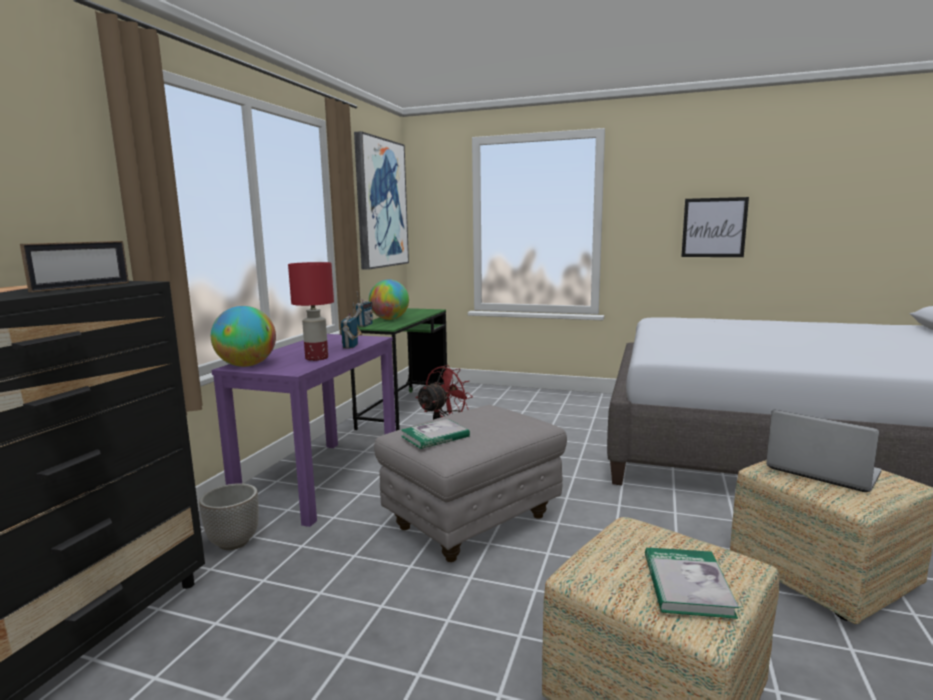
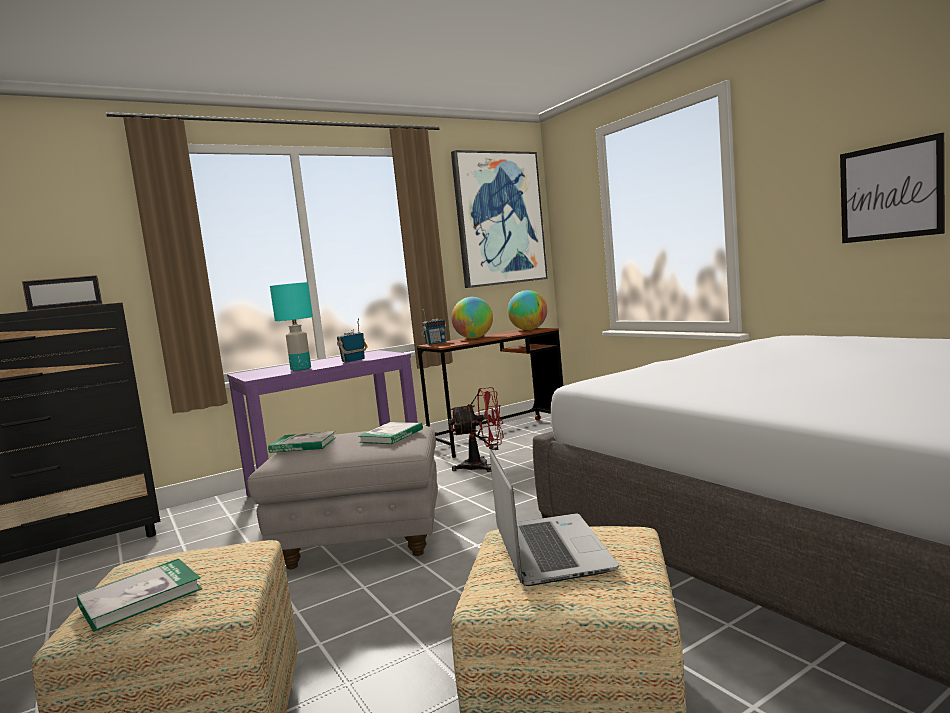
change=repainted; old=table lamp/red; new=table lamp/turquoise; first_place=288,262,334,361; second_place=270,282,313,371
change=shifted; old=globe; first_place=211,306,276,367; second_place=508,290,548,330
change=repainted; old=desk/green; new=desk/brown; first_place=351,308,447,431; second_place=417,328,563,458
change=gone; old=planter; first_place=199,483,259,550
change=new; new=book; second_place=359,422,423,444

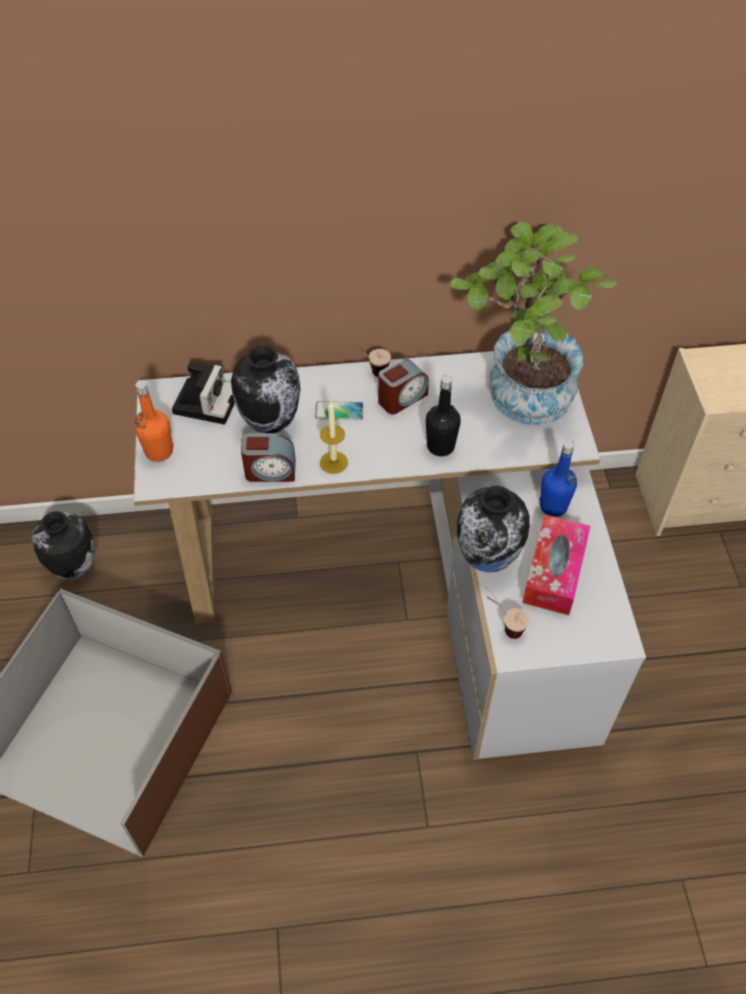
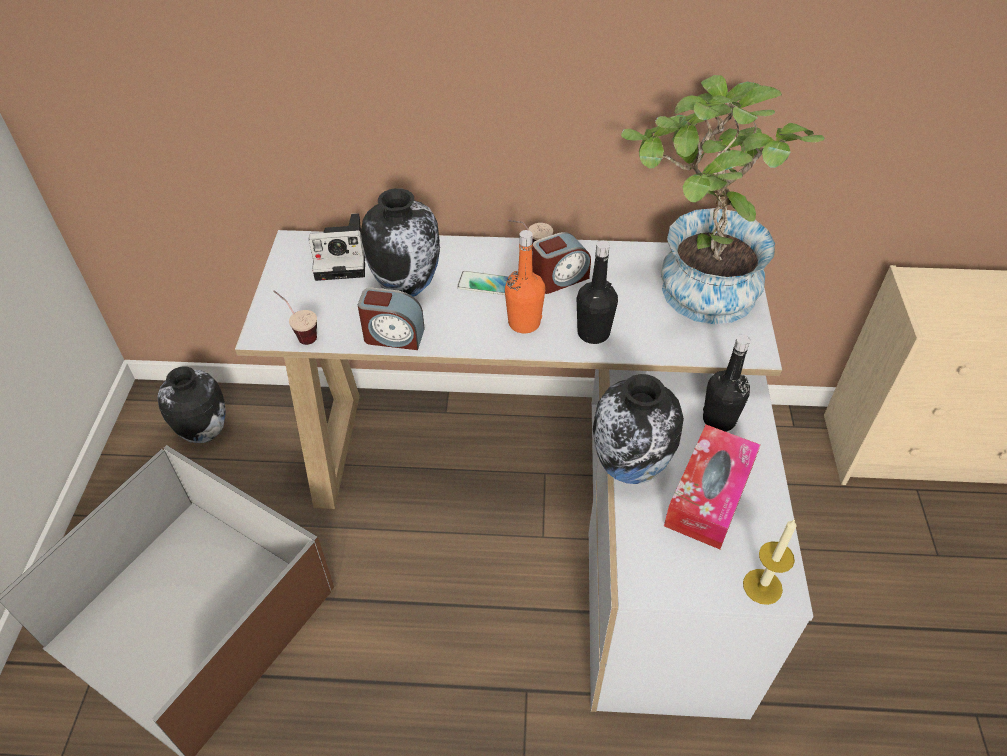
change=rotated; old=photo camera; first_place=172,362,235,425; second_place=309,213,365,281; degrees=60
change=shifted; old=bottle/orange; first_place=134,381,174,462; second_place=505,230,545,333
change=shifted; old=candle; first_place=320,401,348,474; second_place=743,519,796,605
change=repainted; old=bottle/blue; new=bottle/black; first_place=539,440,577,517; second_place=703,334,750,432
change=shifted; old=cup; first_place=487,596,530,639; second_place=274,290,317,345

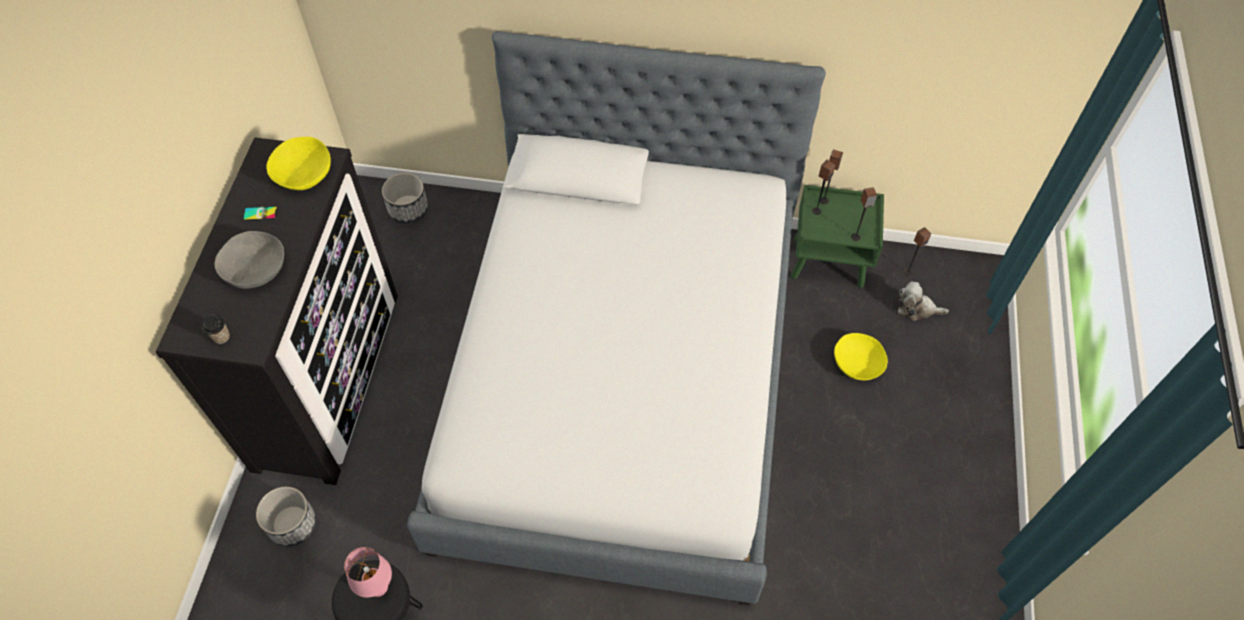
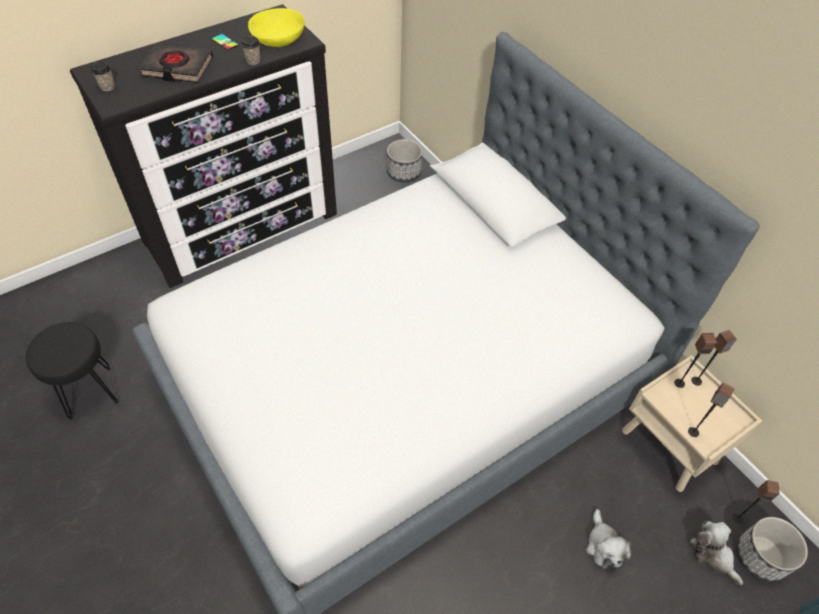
change=repainted; old=nightstand/green; new=nightstand/beige; first_place=791,185,884,288; second_place=622,355,762,492
change=swapped; old=bowl/grey; new=book/black; first_place=214,231,284,289; second_place=139,43,213,83
change=swapped; old=bowl/yellow; new=plush toy; first_place=834,333,888,381; second_place=586,509,632,569
change=shifted; old=planter; first_place=256,487,316,547; second_place=737,517,808,582
change=gone; old=table lamp/pink; first_place=344,547,392,598
change=new; new=cup; second_place=241,36,260,65

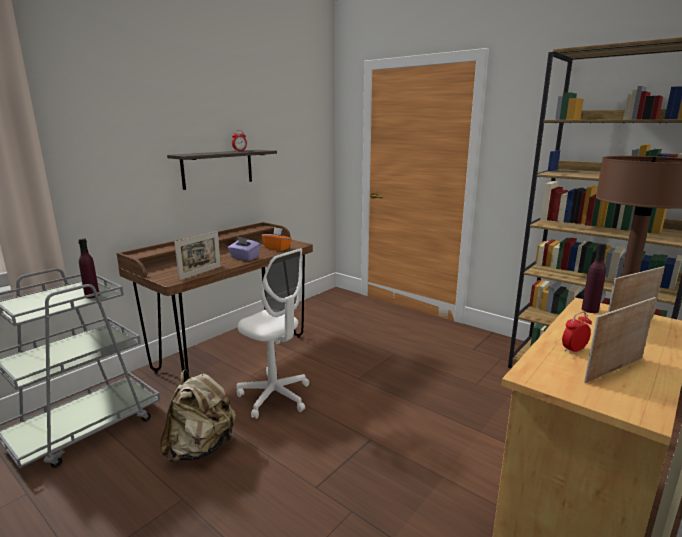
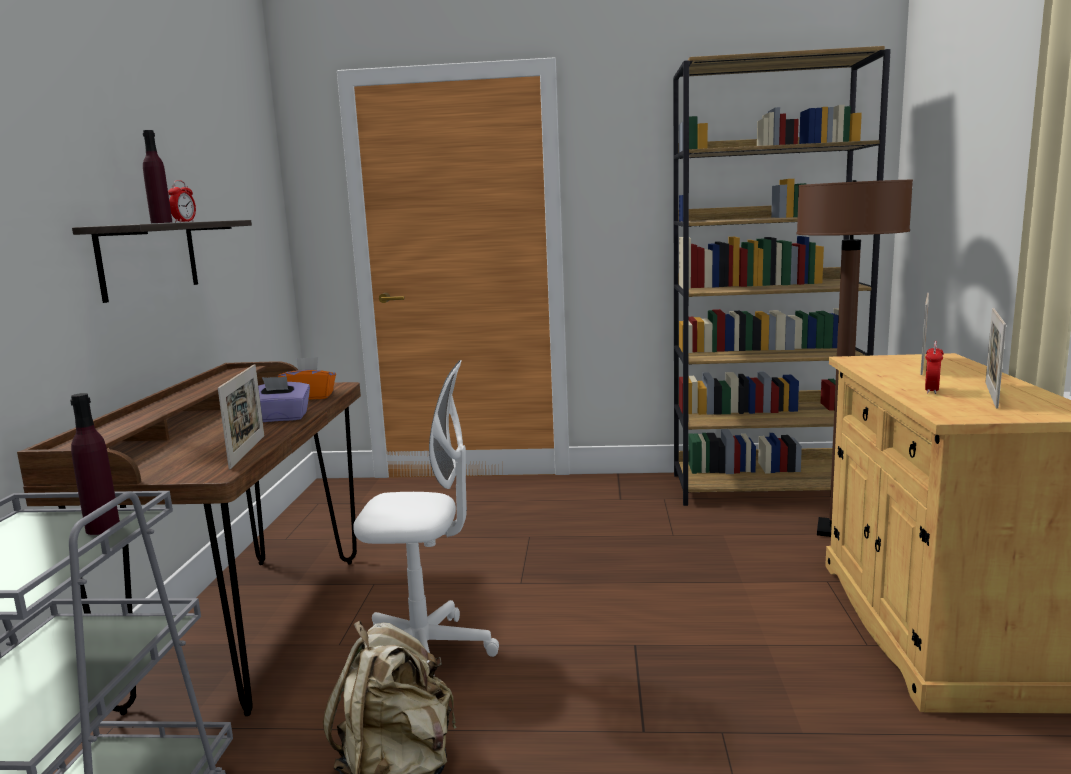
change=shifted; old=bottle/purple; first_place=582,243,607,313; second_place=143,130,173,223

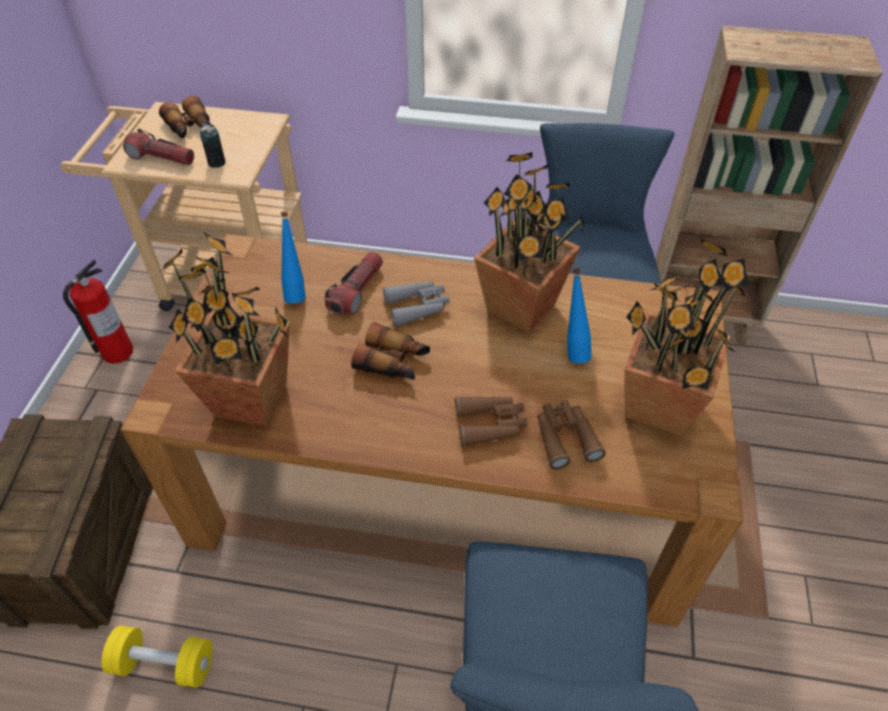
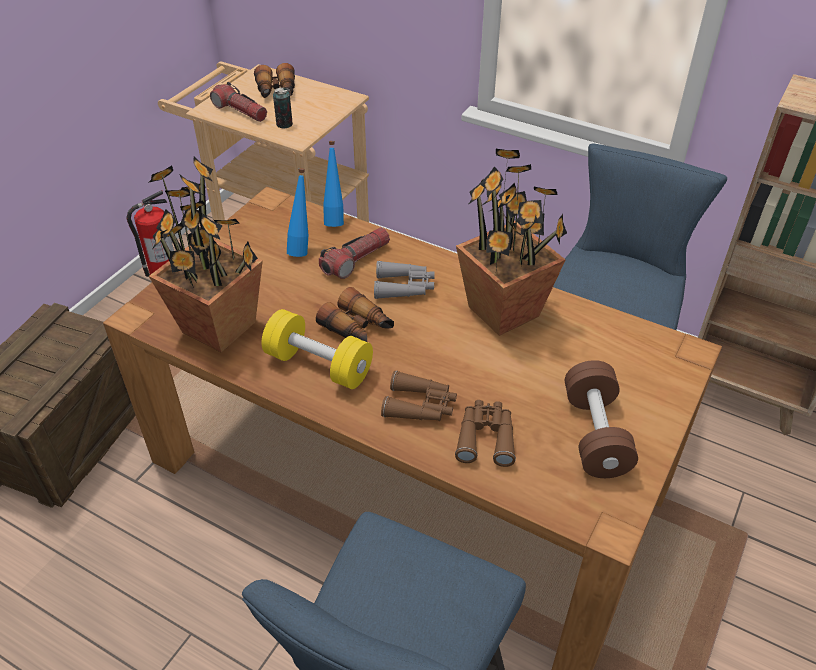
change=swapped; old=potted plant; new=dumbbell/brown; first_place=625,239,749,436; second_place=565,360,638,478
change=shifted; old=bottle/blue; first_place=567,268,591,363; second_place=323,141,344,227
change=shifted; old=dumbbell/yellow; first_place=102,626,212,688; second_place=261,309,373,389

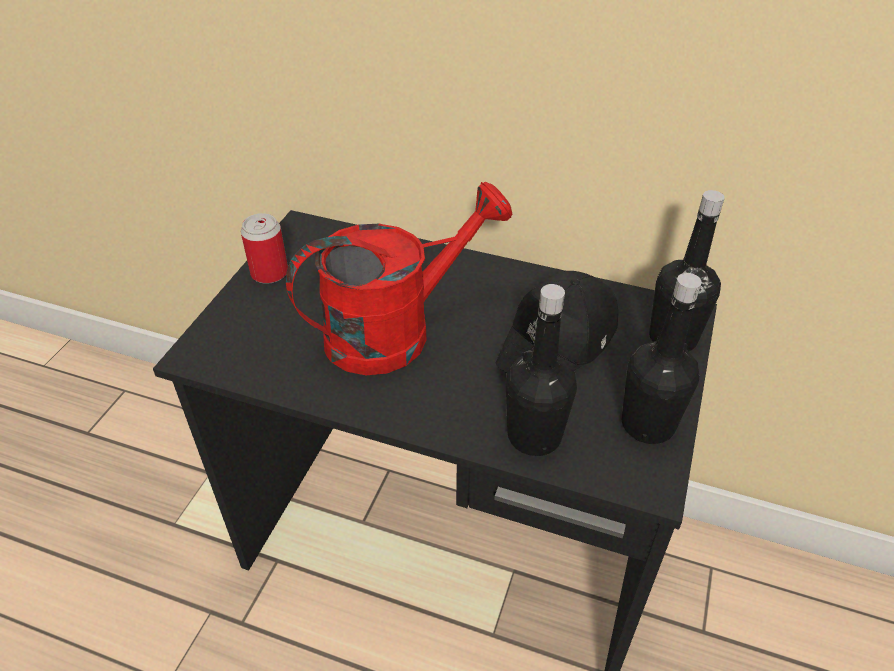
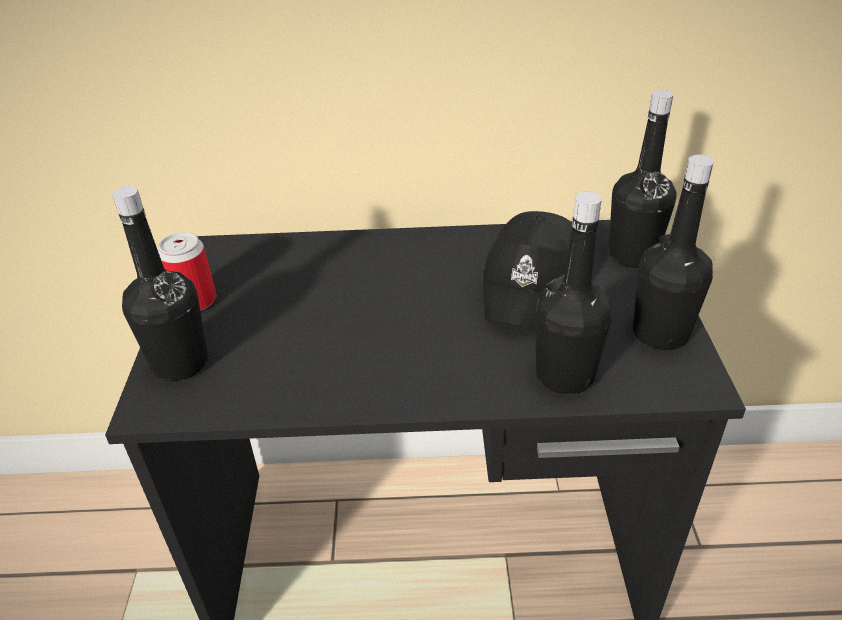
change=gone; old=watering can/red; first_place=286,182,512,375
change=new; new=bottle/black; second_place=112,186,208,381

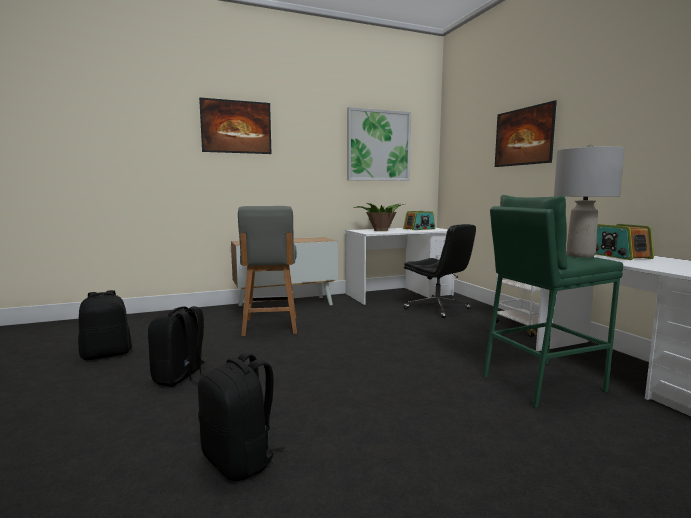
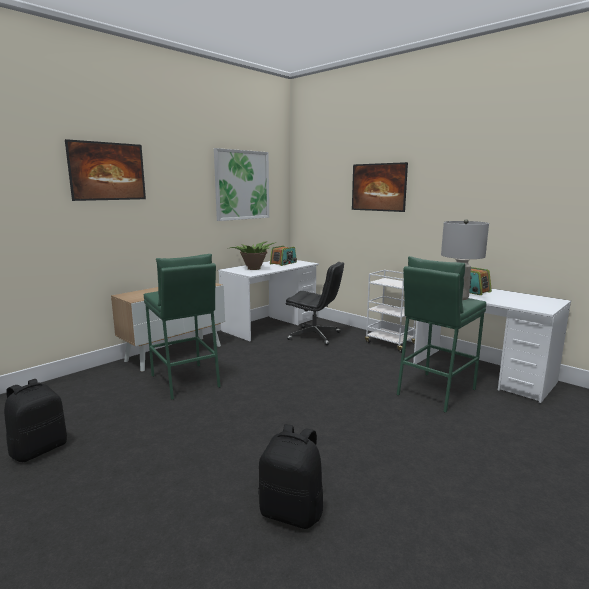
change=swapped; old=chair/grey; new=stool/green; first_place=238,206,297,336; second_place=144,254,221,400
change=gone; old=backpack/black; first_place=148,306,206,387

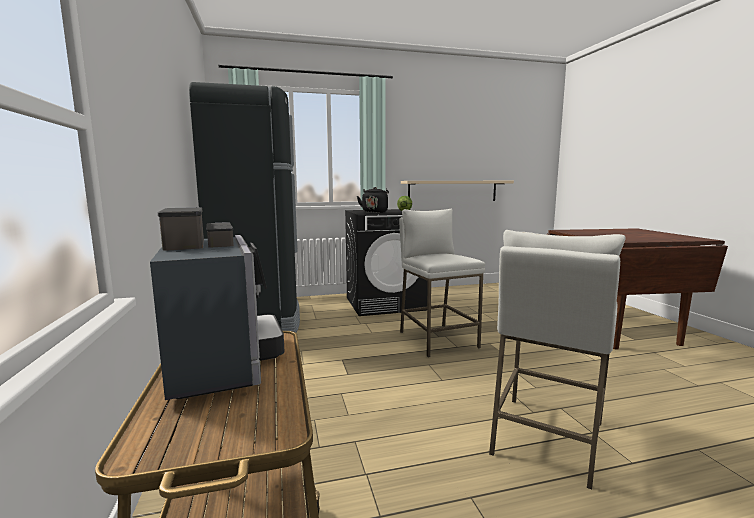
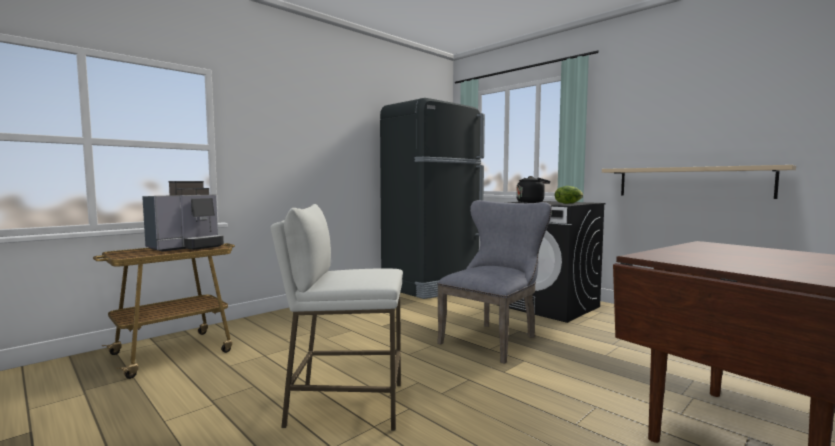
change=swapped; old=stool/white; new=chair/grey; first_place=399,209,485,357; second_place=437,200,552,364

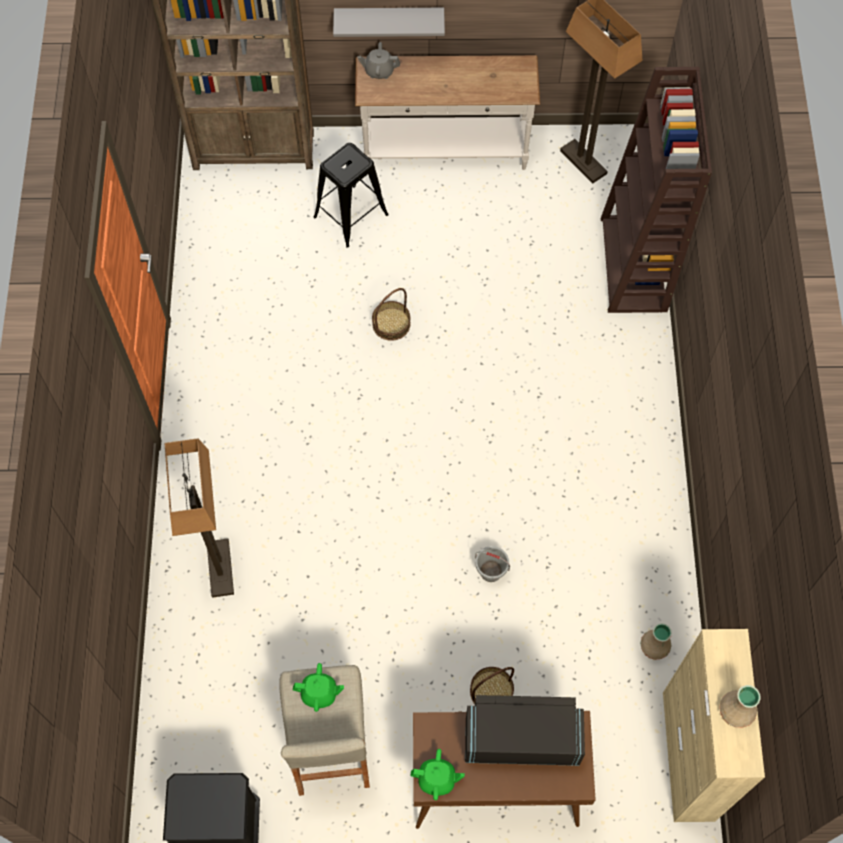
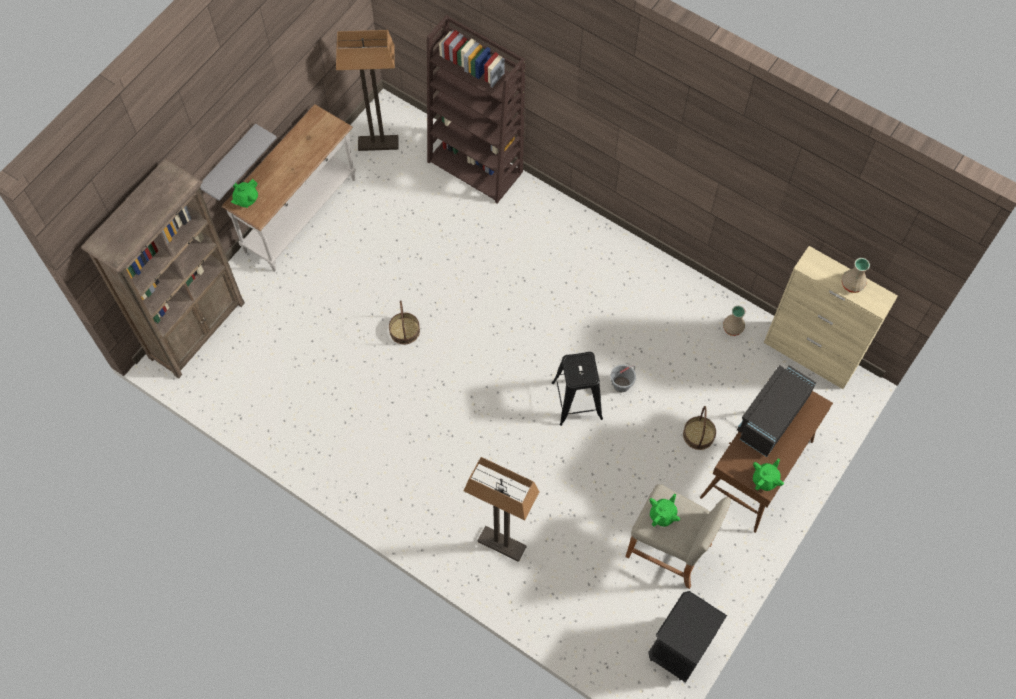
change=repainted; old=teapot/grey; new=teapot/green; first_place=358,42,400,79; second_place=231,179,258,208
change=shifted; old=stool/black; first_place=313,143,389,248; second_place=552,352,603,426

